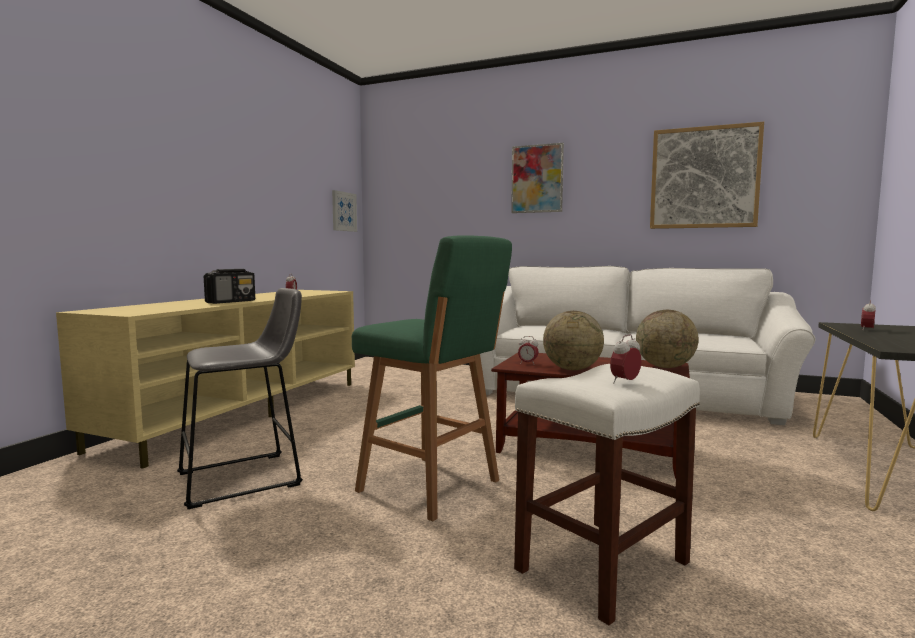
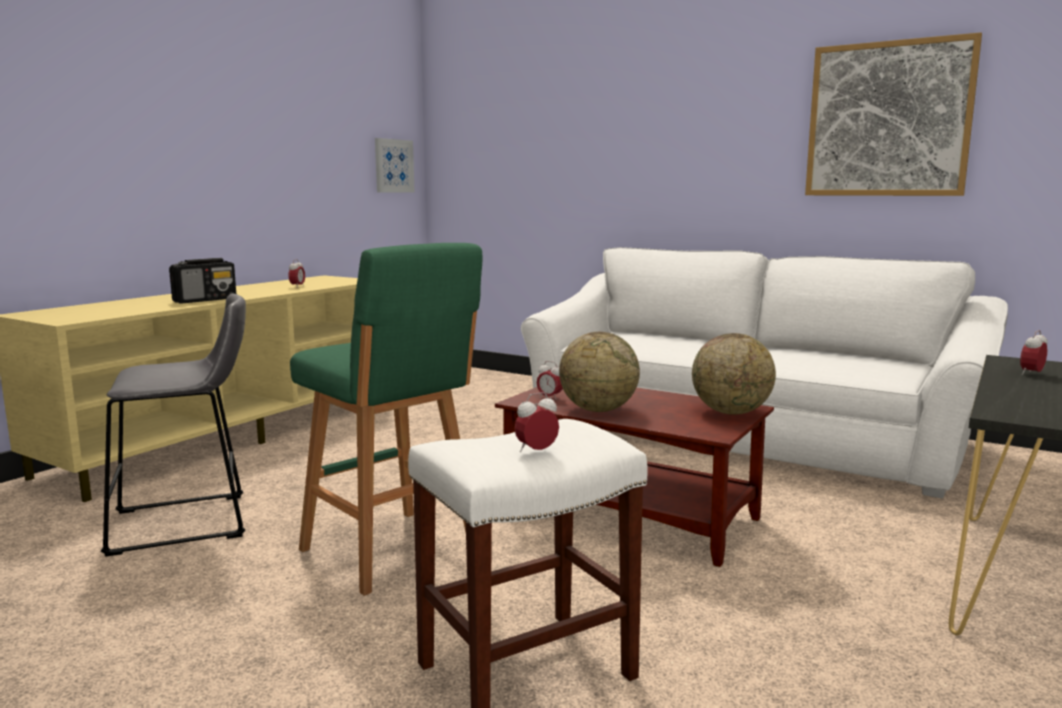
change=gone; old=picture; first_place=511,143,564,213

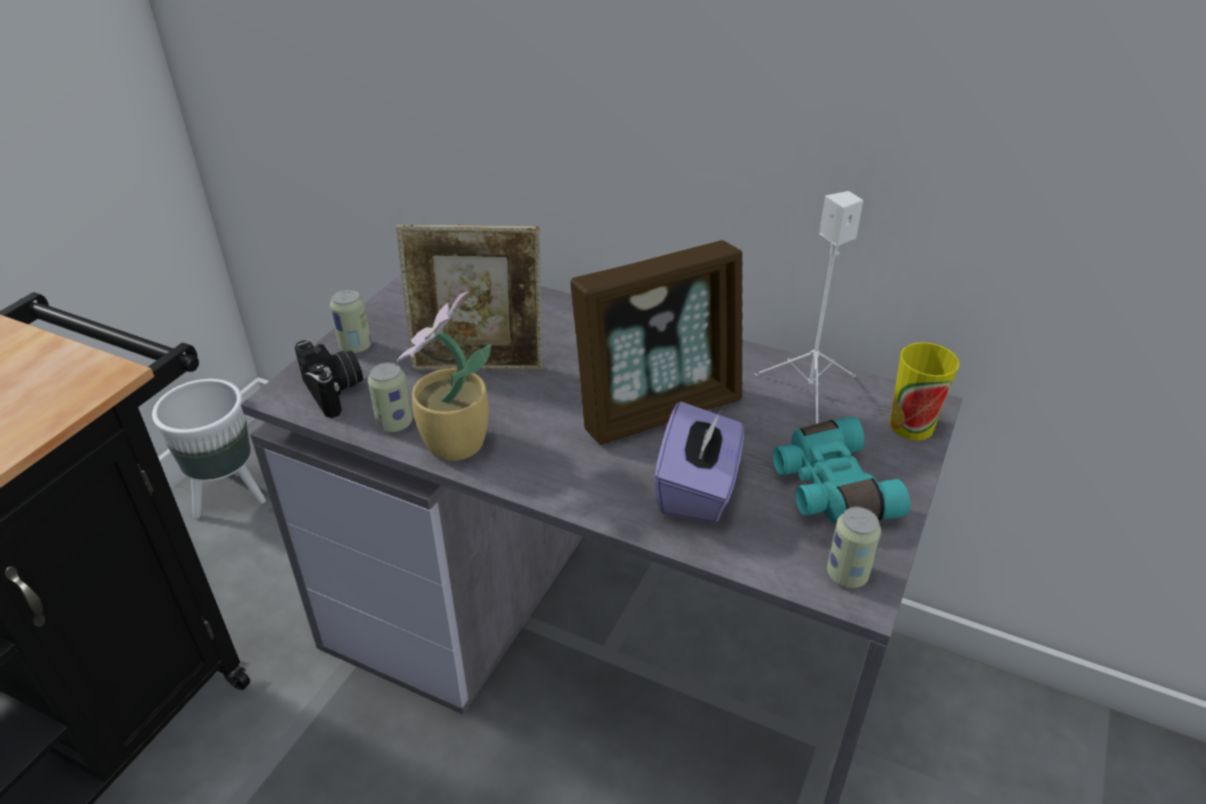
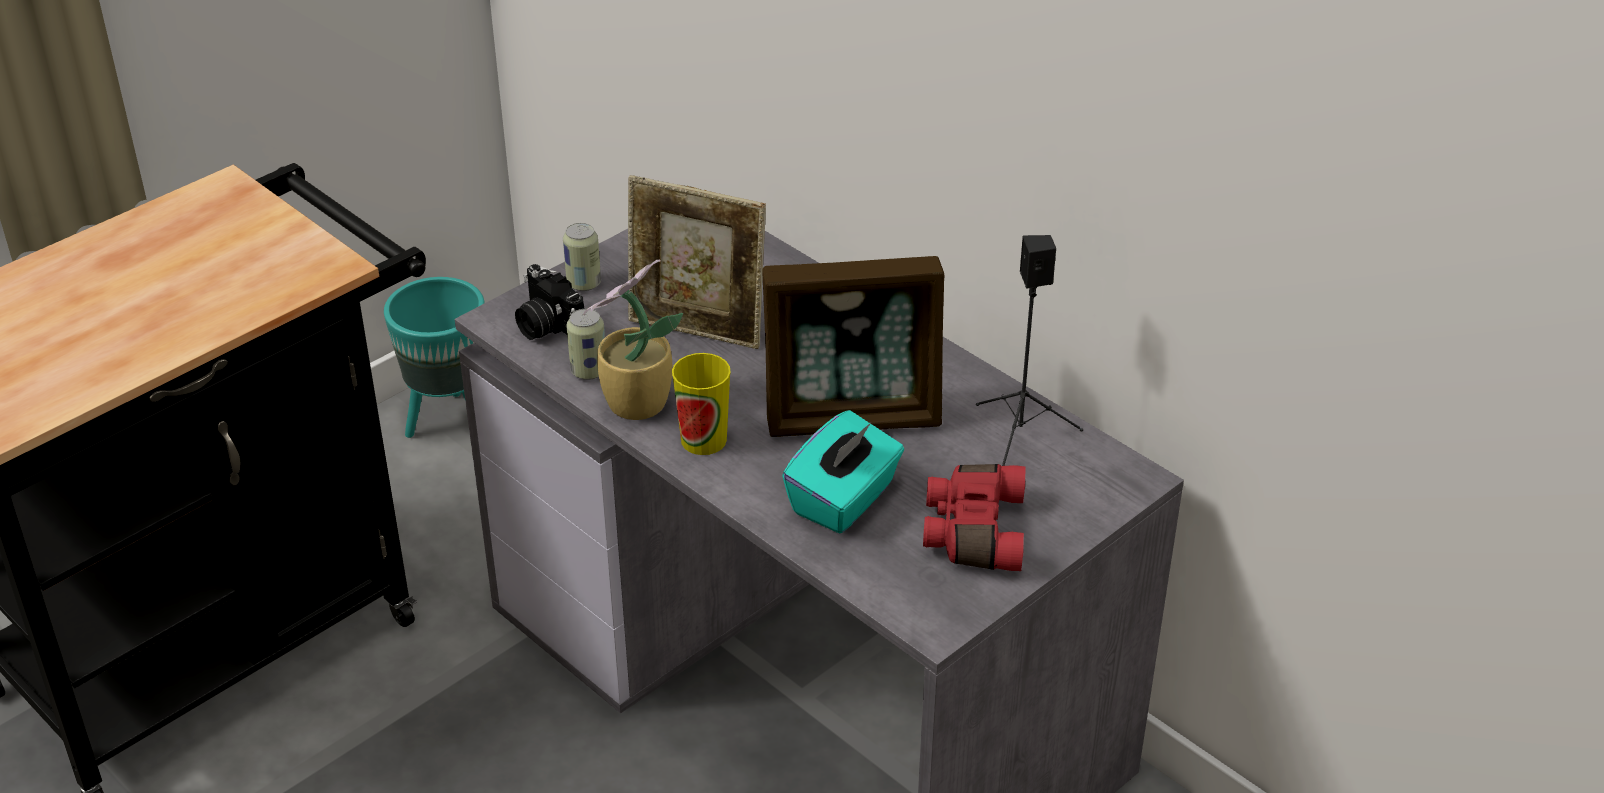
change=repainted; old=speaker/white; new=speaker/black; first_place=755,191,863,424; second_place=976,235,1083,466
change=rotated; old=photo camera; first_place=295,340,363,418; second_place=515,264,584,340; degrees=150
change=shifted; old=cup; first_place=890,342,960,440; second_place=672,353,731,455
change=repainted; old=planter/white; new=planter/turquoise; first_place=152,379,266,519; second_place=384,277,485,438
change=repainted; old=tissue box/purple; new=tissue box/turquoise; first_place=654,402,744,523; second_place=782,410,904,534
change=repainted; old=binoculars/turquoise; new=binoculars/red; first_place=773,417,910,524; second_place=923,464,1026,571
change=gone; old=can; first_place=827,507,881,588

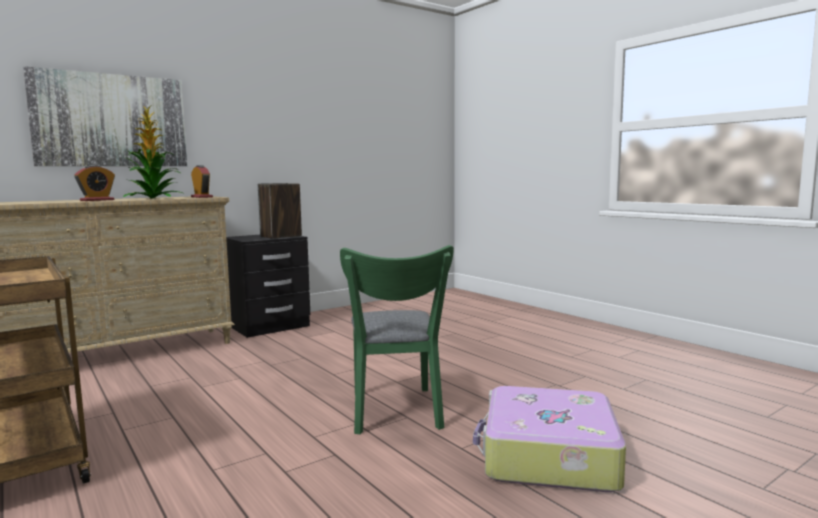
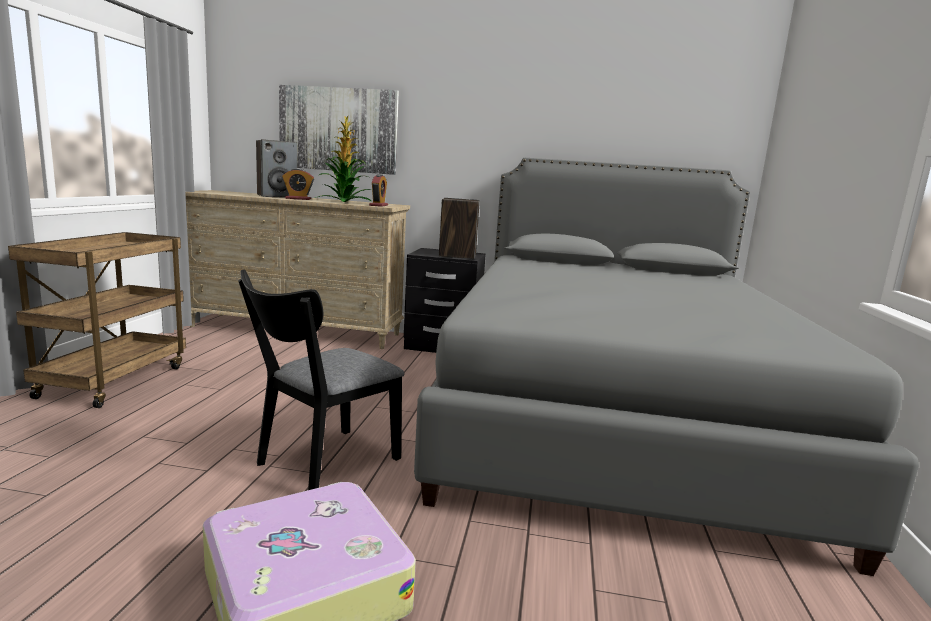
change=repainted; old=chair/green; new=chair/black; first_place=340,245,454,434; second_place=238,269,404,490
change=new; new=speaker; second_place=256,139,297,198
change=new; new=bed/grey; second_place=414,158,919,576

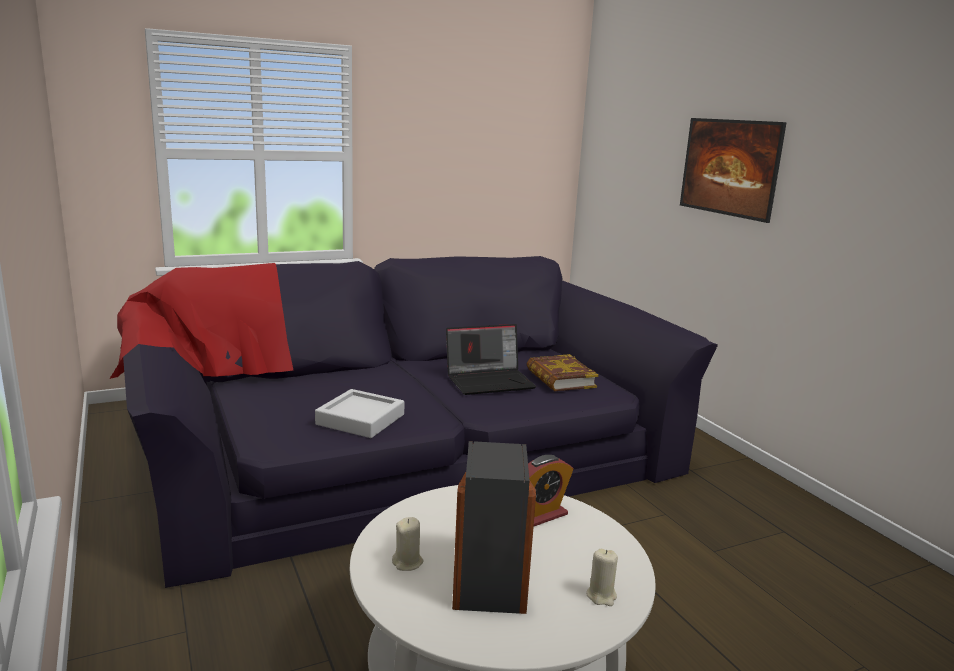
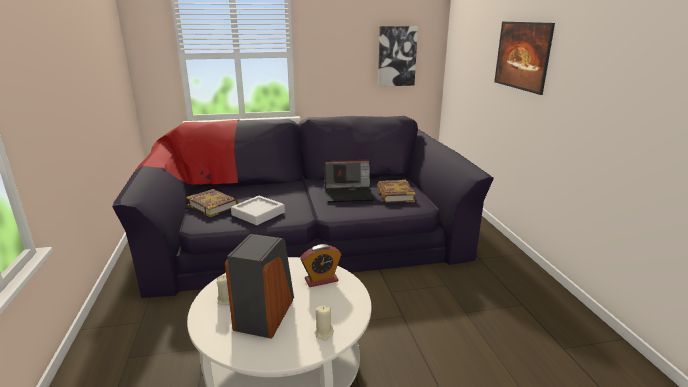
change=new; new=picture; second_place=378,26,418,87
change=new; new=book; second_place=186,189,238,217

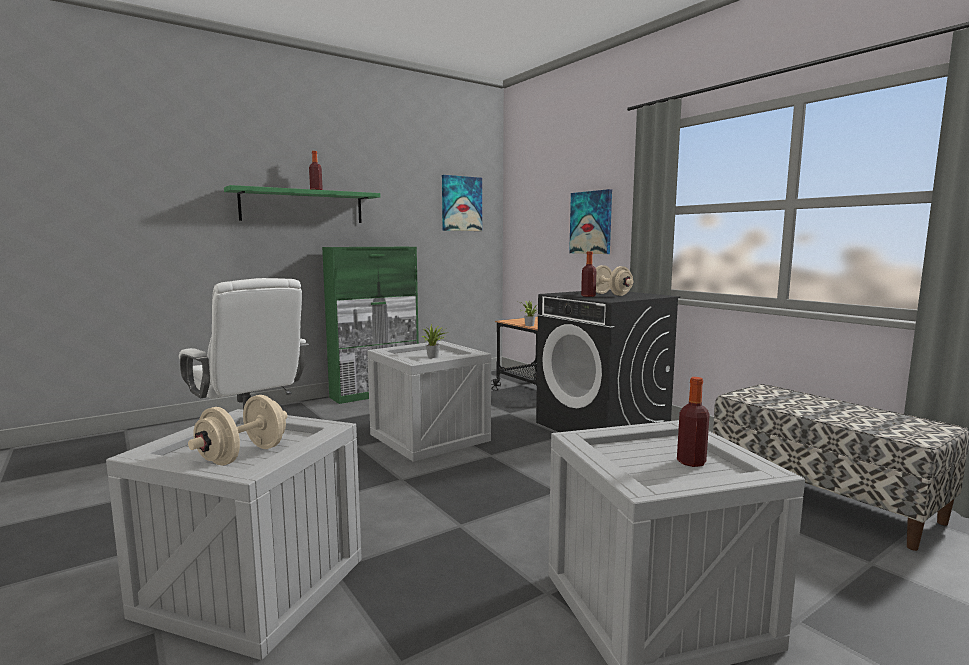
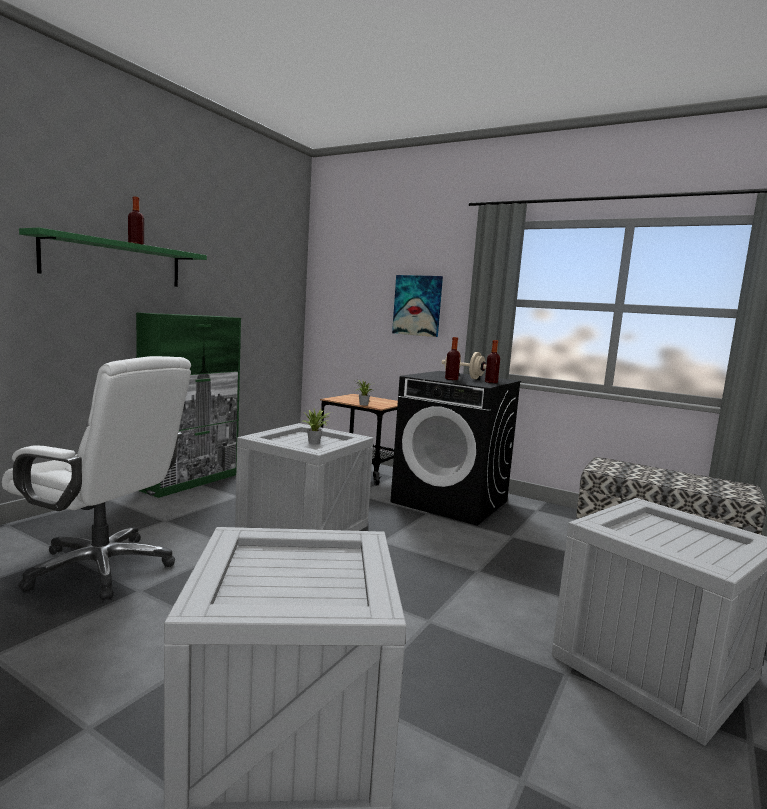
change=gone; old=picture; first_place=442,175,482,231
change=shifted; old=bottle; first_place=677,377,710,467; second_place=485,340,500,383
change=gone; old=dumbbell/beige; first_place=188,395,287,466

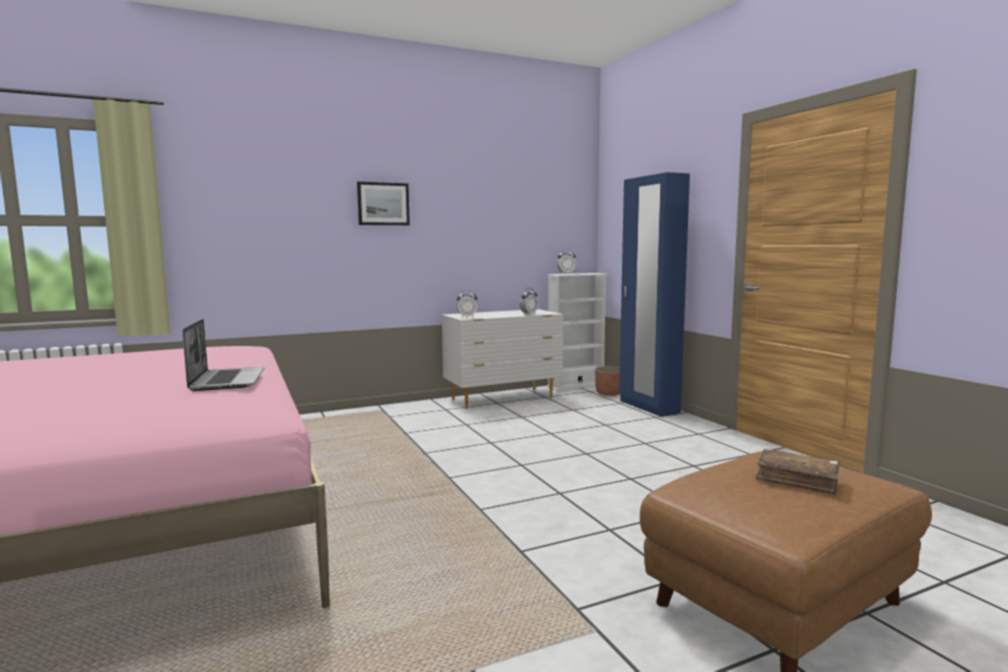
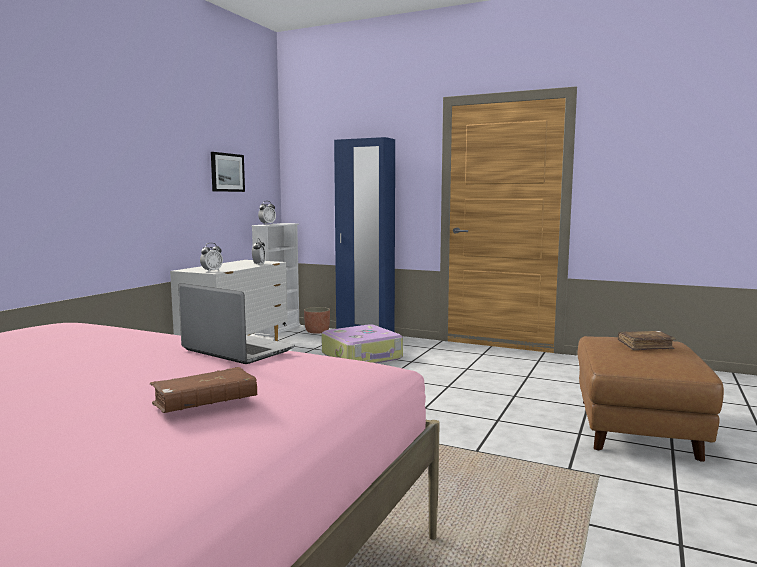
change=shifted; old=picture; first_place=357,182,410,225; second_place=211,152,245,192
change=new; new=suitcase; second_place=321,324,403,363
change=new; new=book/brown; second_place=150,367,258,413

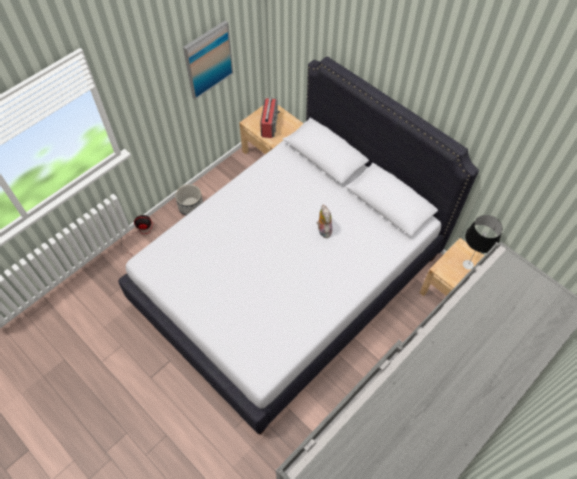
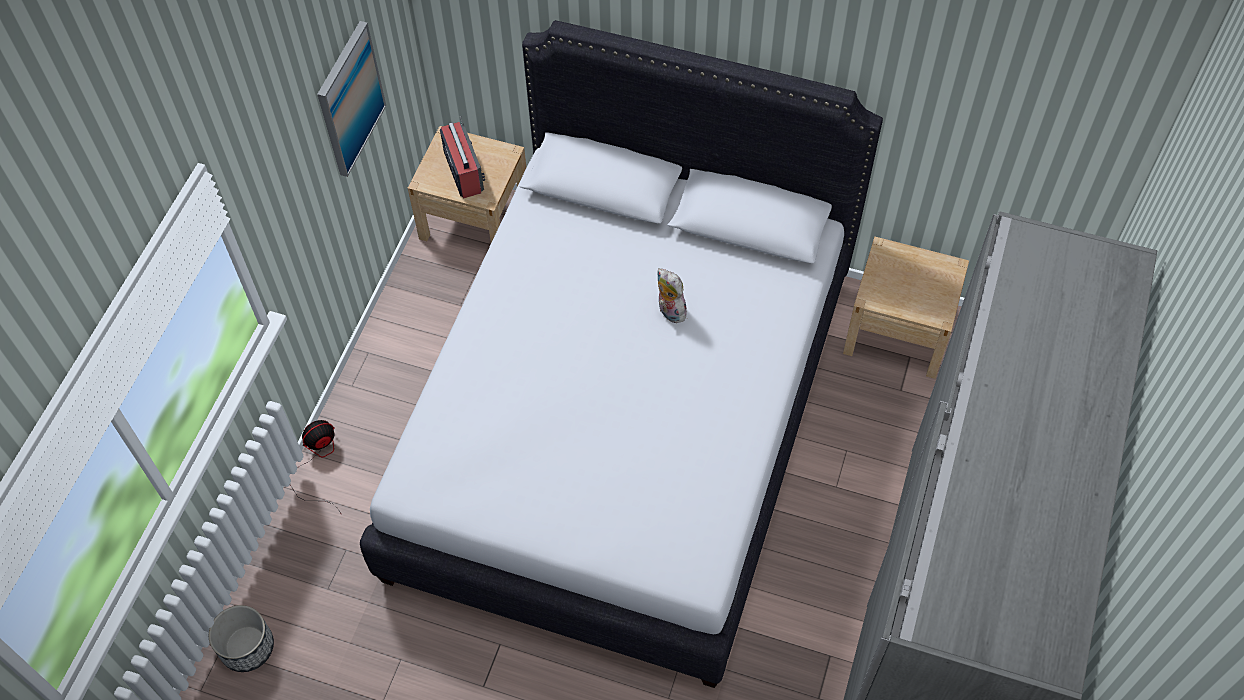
change=shifted; old=planter; first_place=175,184,203,215; second_place=209,605,274,672
change=gone; old=table lamp; first_place=463,215,503,270

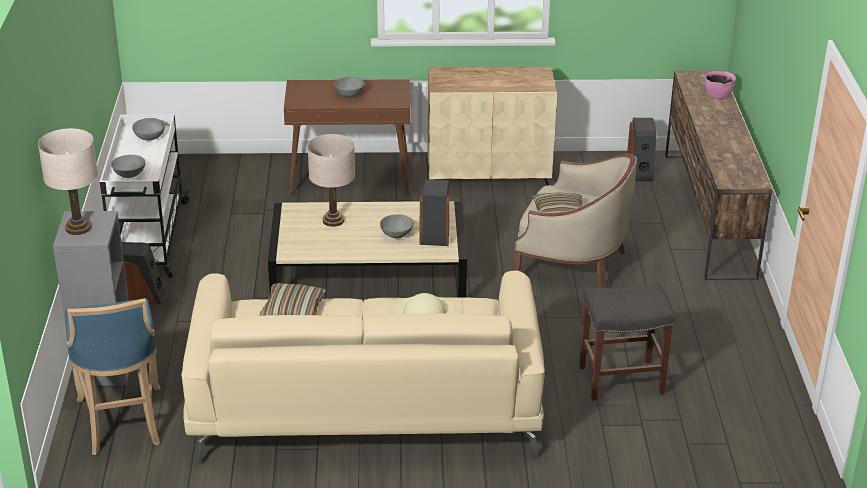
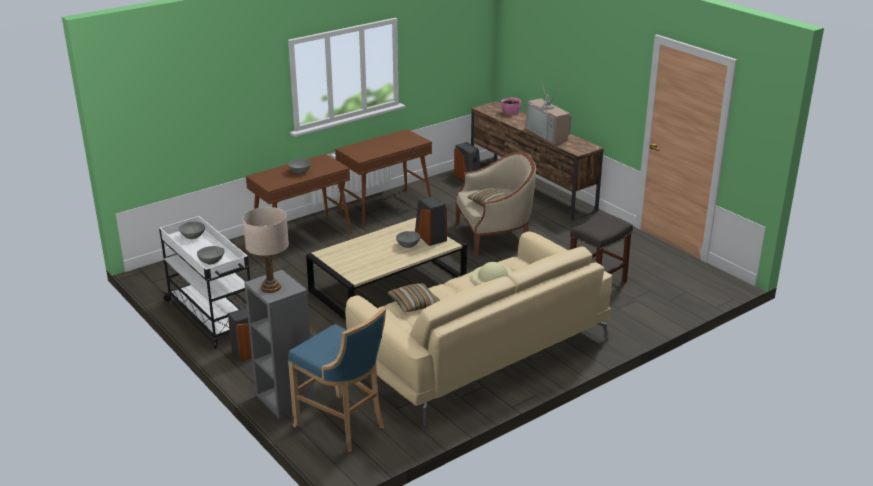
change=swapped; old=cabinet/beige; new=console table/brown; first_place=427,67,557,186; second_place=335,129,432,228
change=gone; old=table lamp/beige; first_place=307,134,355,227
change=new; new=television; second_place=526,81,571,144

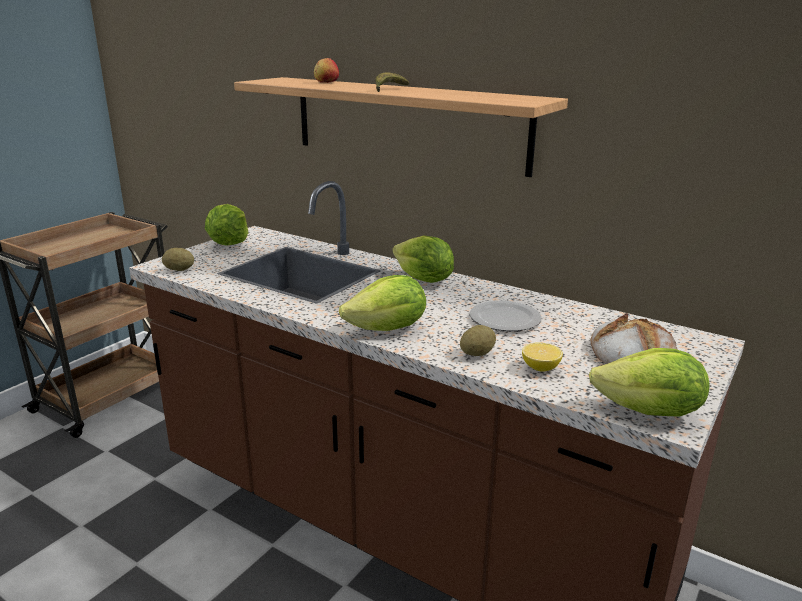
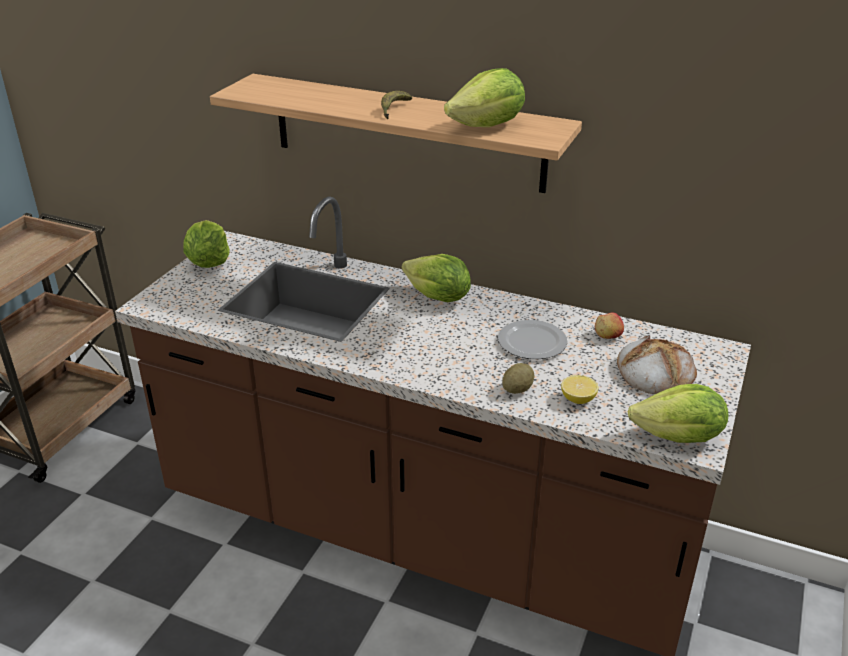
change=shifted; old=apple; first_place=314,58,339,83; second_place=595,312,624,339
change=gone; old=potato; first_place=162,248,194,271
change=shifted; old=lettuce; first_place=339,275,426,331; second_place=444,68,525,127

